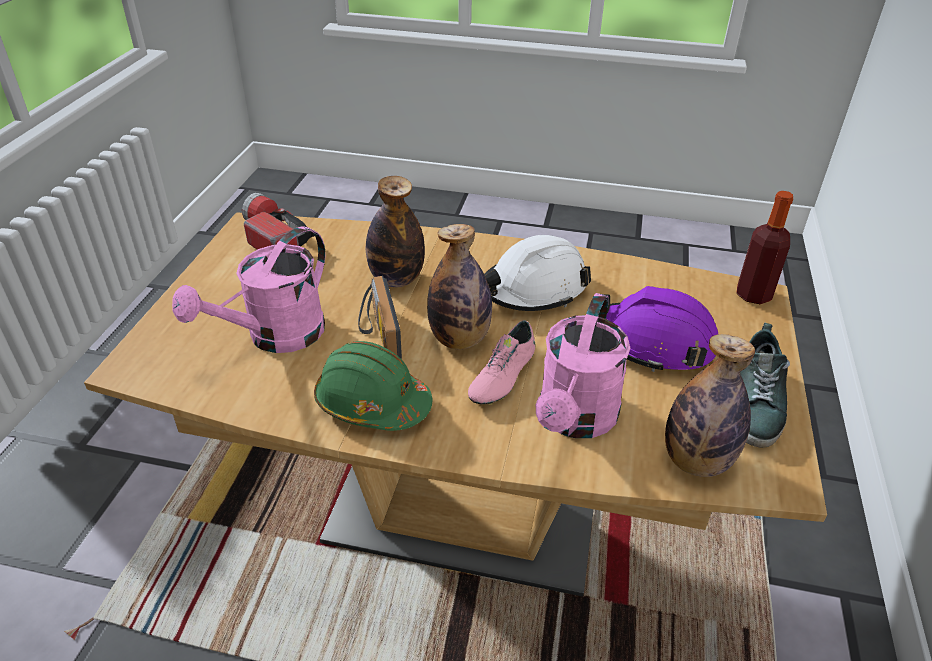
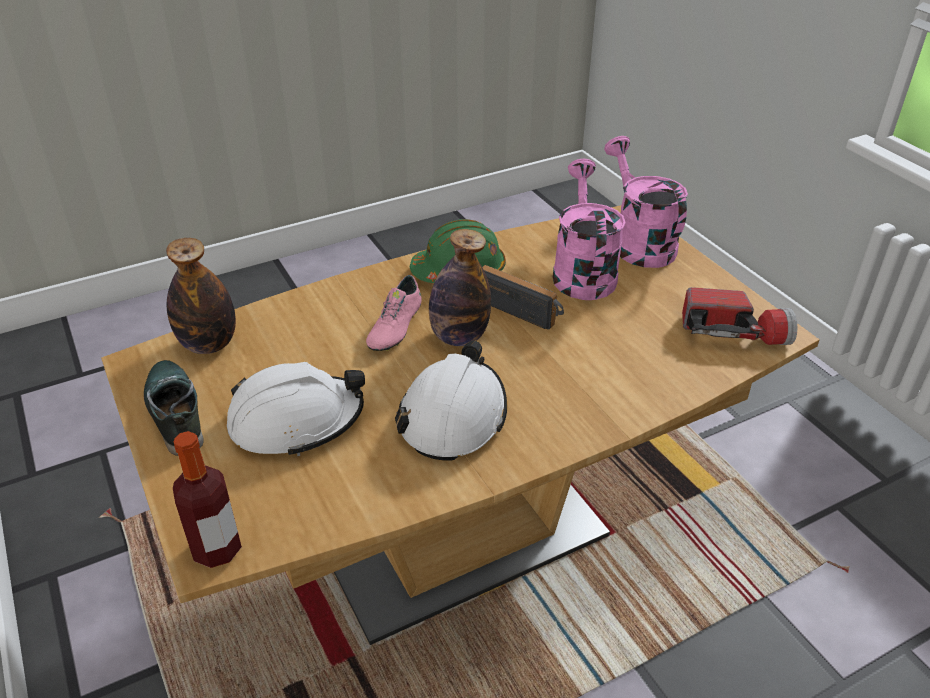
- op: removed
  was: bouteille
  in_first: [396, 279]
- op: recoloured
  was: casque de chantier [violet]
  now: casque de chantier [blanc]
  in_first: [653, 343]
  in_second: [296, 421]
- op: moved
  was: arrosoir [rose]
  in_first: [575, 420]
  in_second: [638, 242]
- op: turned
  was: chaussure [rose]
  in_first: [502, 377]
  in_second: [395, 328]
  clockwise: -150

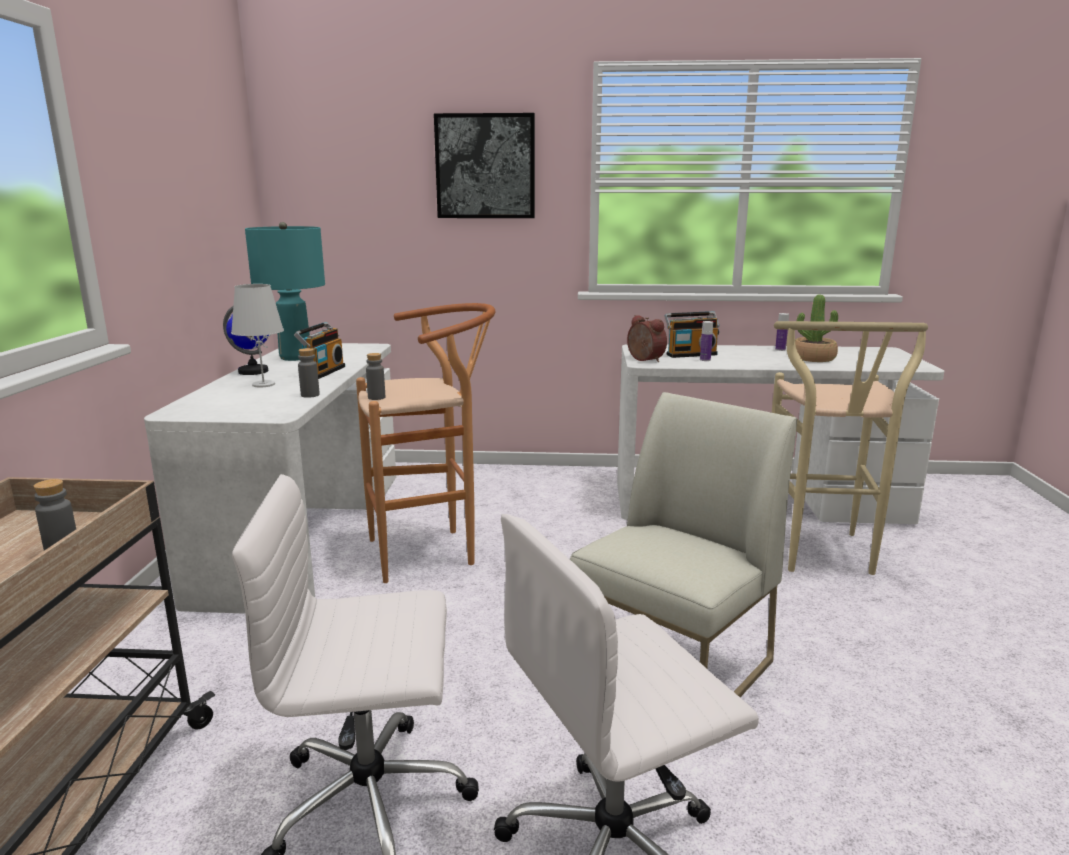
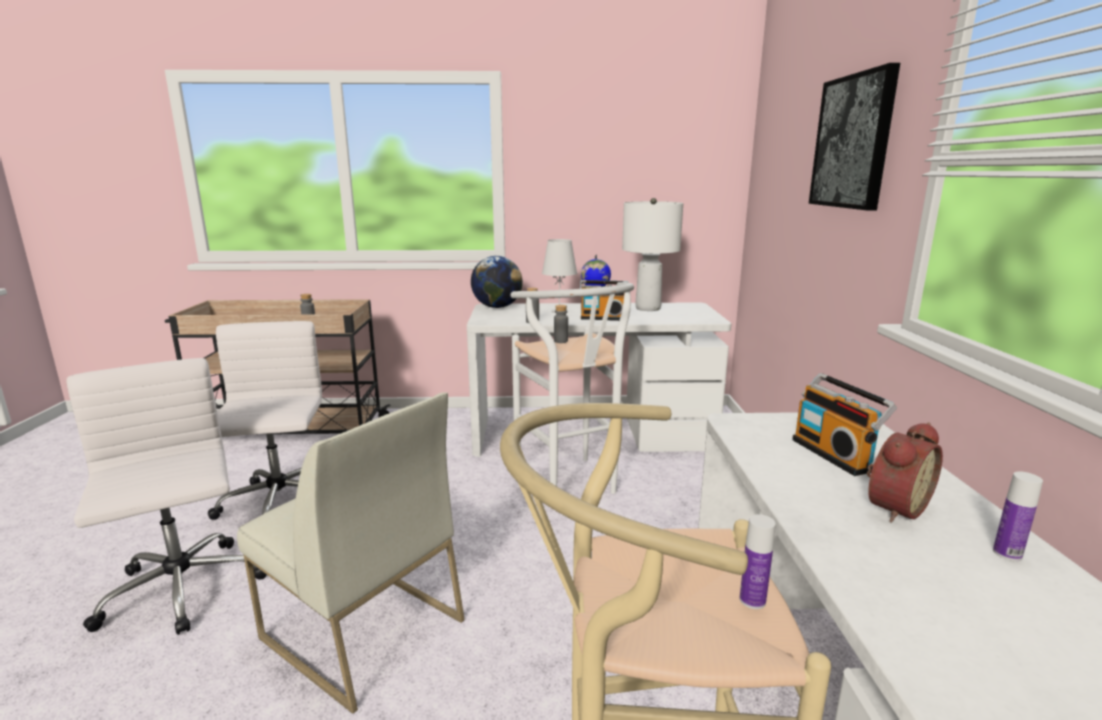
- op: recoloured
  was: lampe de table [turquoise]
  now: lampe de table [blanc]
  in_first: [296, 357]
  in_second: [648, 308]
- op: removed
  was: plante en pot
  in_first: [813, 358]
- op: recoloured
  was: tabouret [marron]
  now: tabouret [blanc]
  in_first: [432, 552]
  in_second: [571, 487]
- op: moved
  was: réveil
  in_first: [644, 360]
  in_second: [893, 507]
- op: moved
  was: bouteille
  in_first: [705, 360]
  in_second: [752, 600]
- op: added
  now: globe
  in_second: [497, 307]

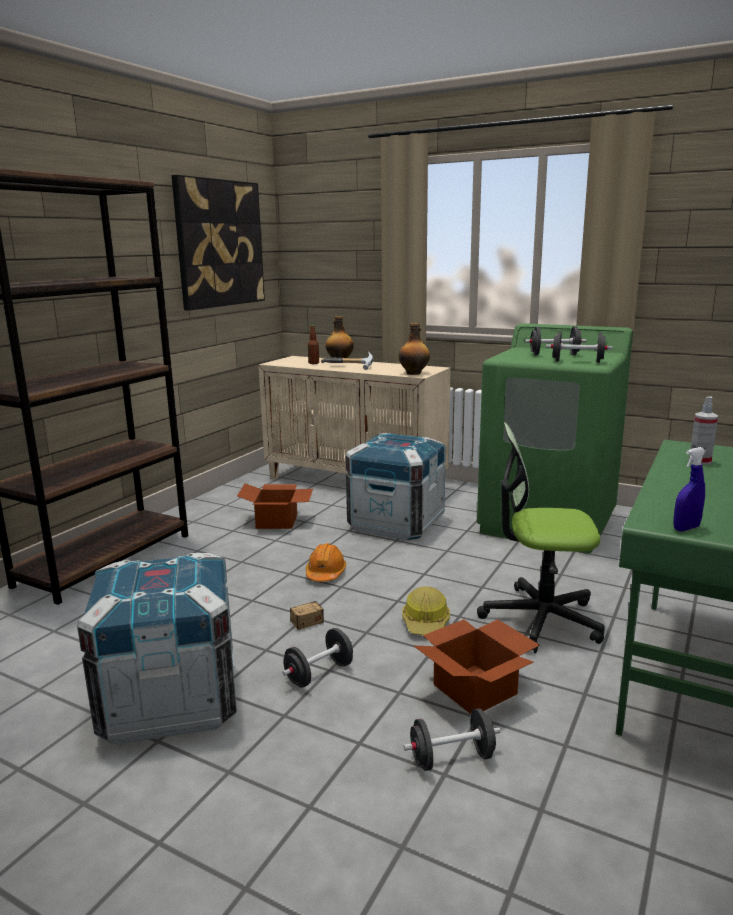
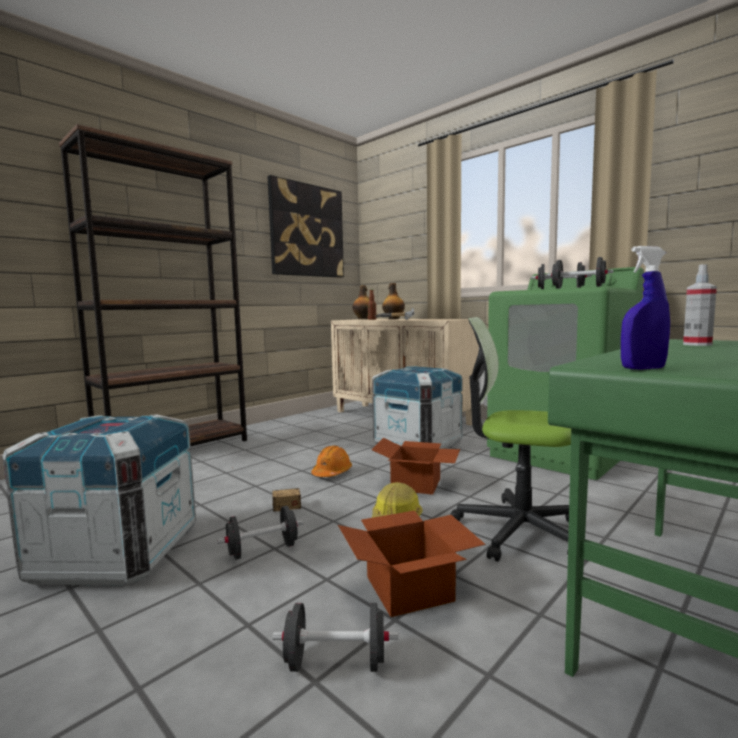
- op: moved
  was: bouteille
  in_first: [414, 373]
  in_second: [363, 319]
- op: moved
  was: carton
  in_first: [278, 521]
  in_second: [417, 484]

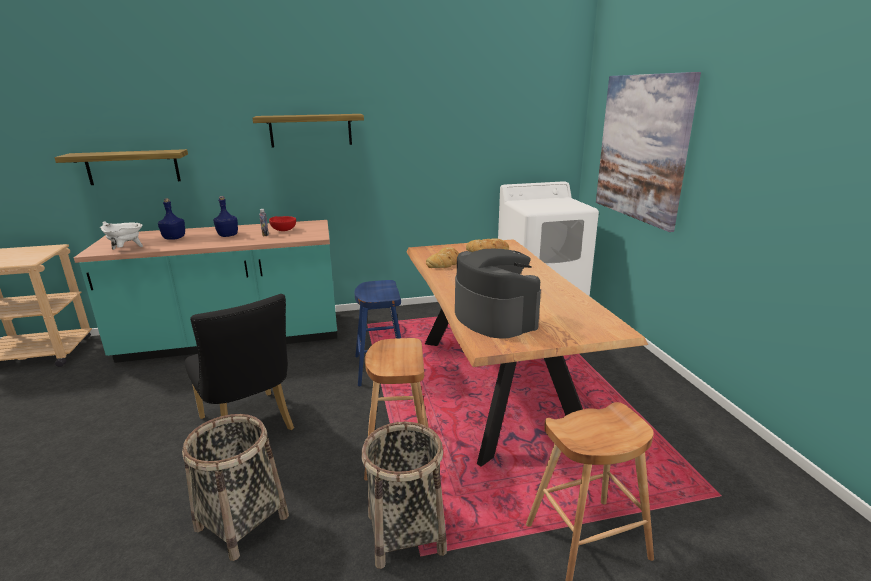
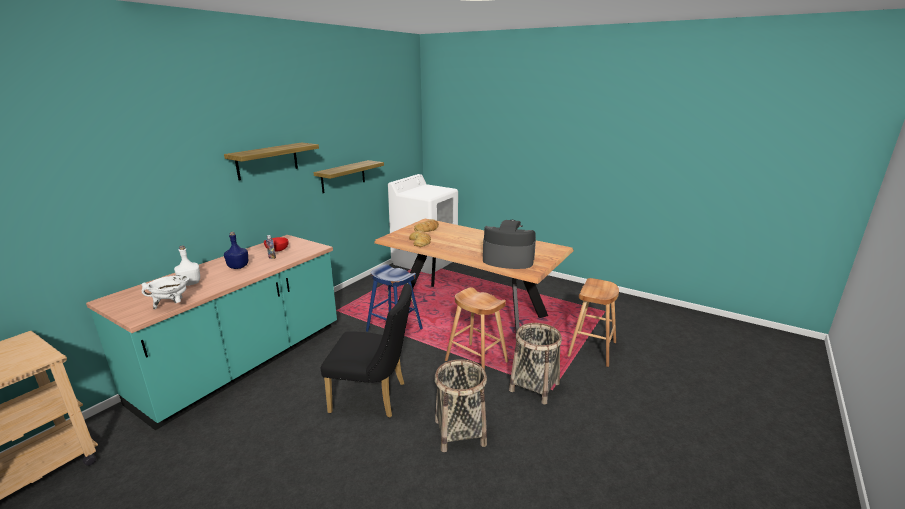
- op: removed
  was: tableau
  in_first: [641, 148]
- op: moved
  was: étagère
  in_first: [133, 167]
  in_second: [343, 176]
- op: recoloured
  was: bouteille [bleu]
  now: bouteille [blanc]
  in_first: [174, 238]
  in_second: [190, 283]

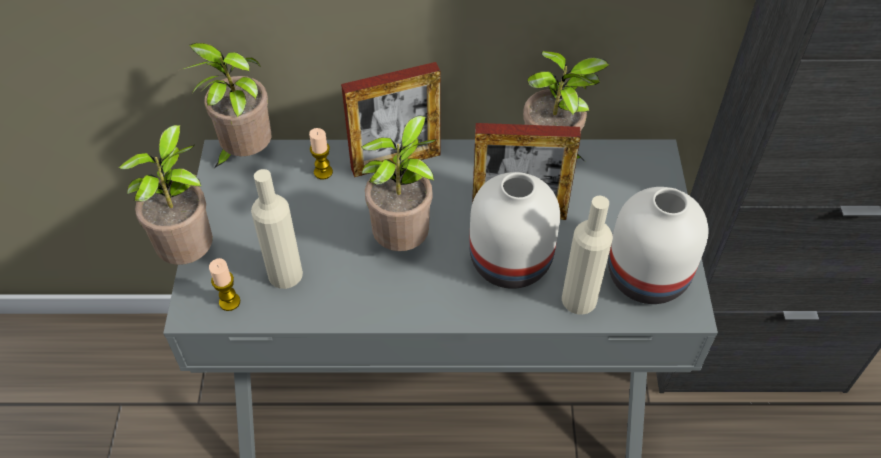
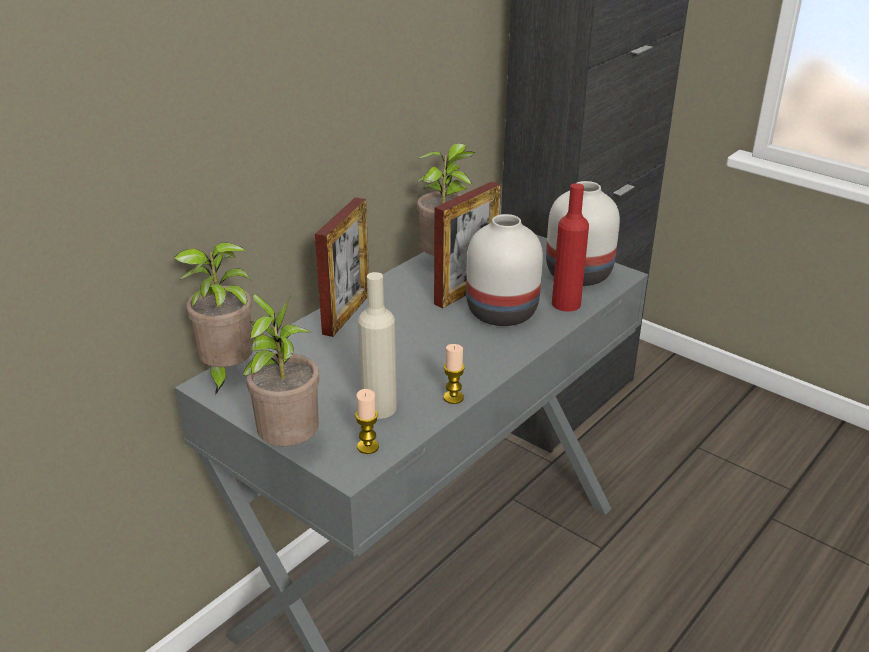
- op: removed
  was: plante en pot
  in_first: [404, 241]
- op: moved
  was: bougie
  in_first: [323, 172]
  in_second: [453, 397]
- op: recoloured
  was: bouteille [beige]
  now: bouteille [rouge]
  in_first: [579, 299]
  in_second: [566, 303]

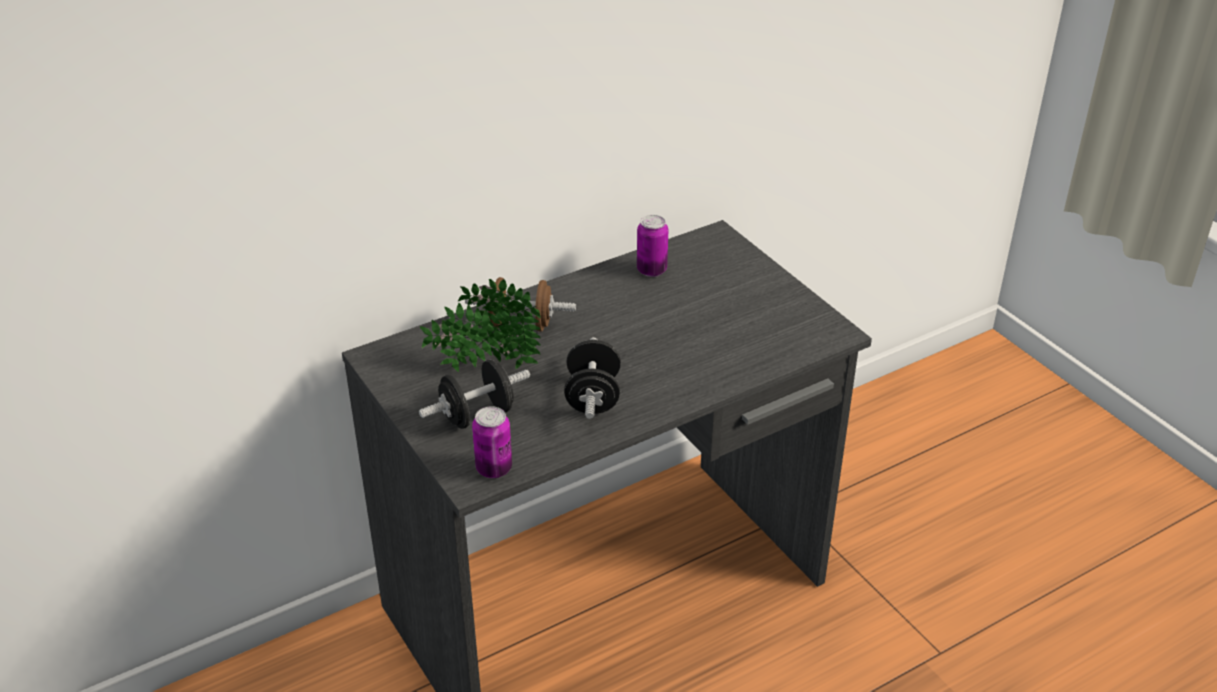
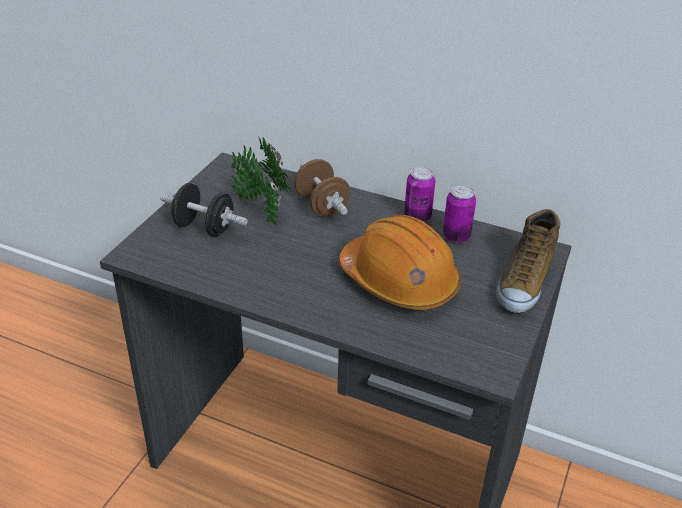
- op: removed
  was: haltère [noir]
  in_first: [593, 397]
- op: moved
  was: boîte métallique
  in_first: [494, 469]
  in_second: [417, 217]
- op: added
  now: chaussure
  in_second: [523, 281]
- op: added
  now: casque de chantier [orange]
  in_second: [399, 281]

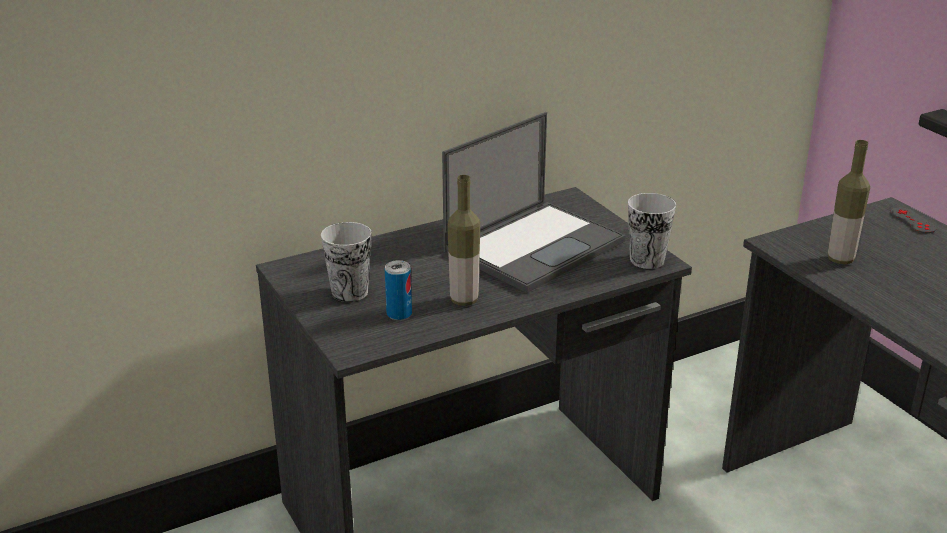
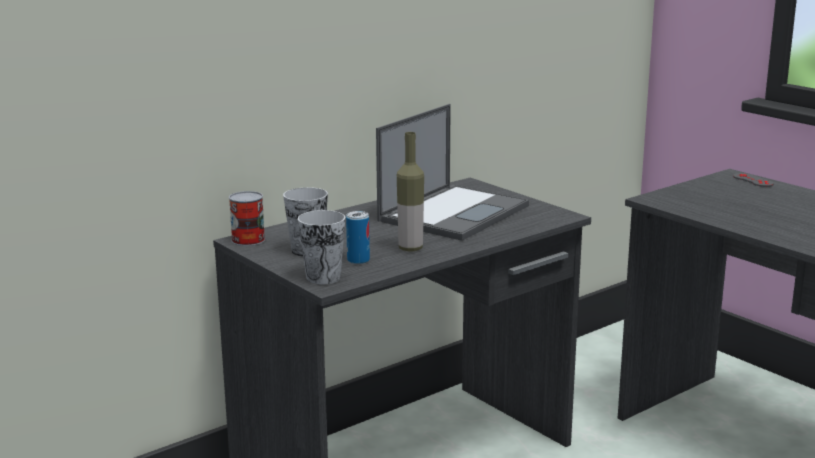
- op: removed
  was: bouteille
  in_first: [840, 259]
- op: moved
  was: tasse
  in_first: [647, 260]
  in_second: [323, 278]
- op: added
  now: boîte métallique
  in_second: [248, 240]

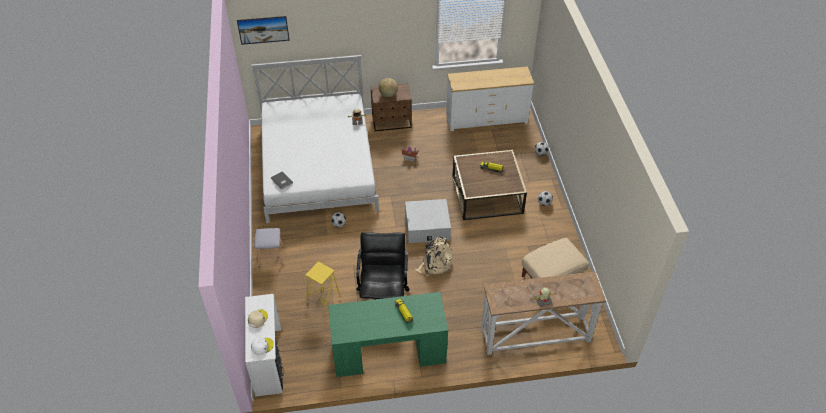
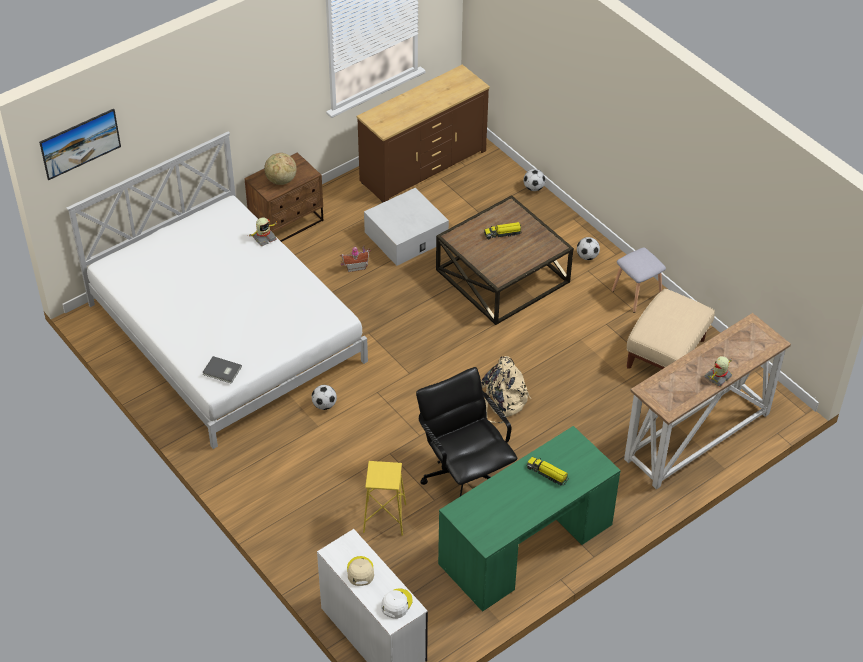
- op: recoloured
  was: commode [blanc]
  now: commode [marron]
  in_first: [486, 119]
  in_second: [423, 166]
- op: moved
  was: boîte de rangement [blanc]
  in_first: [427, 227]
  in_second: [406, 236]
- op: moved
  was: tabouret [gris]
  in_first: [271, 256]
  in_second: [637, 294]

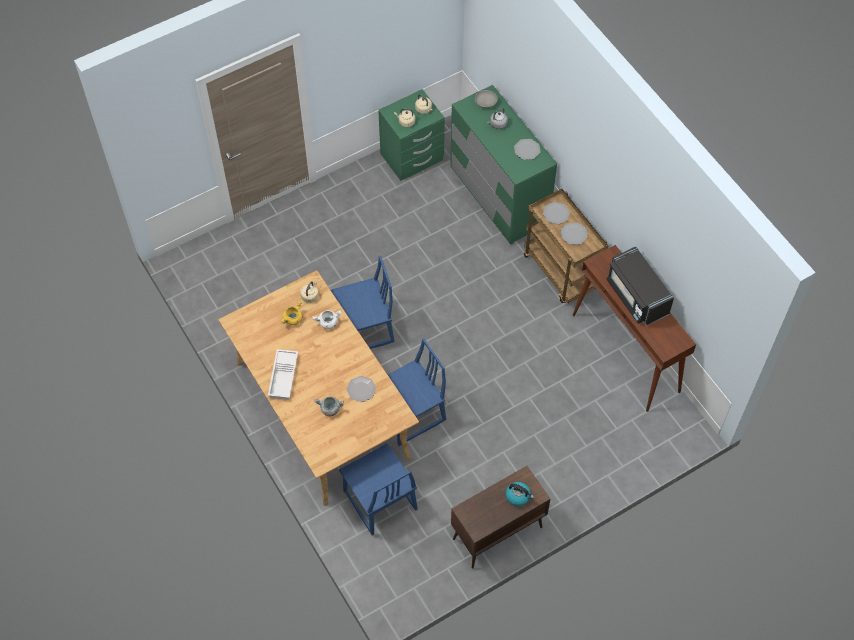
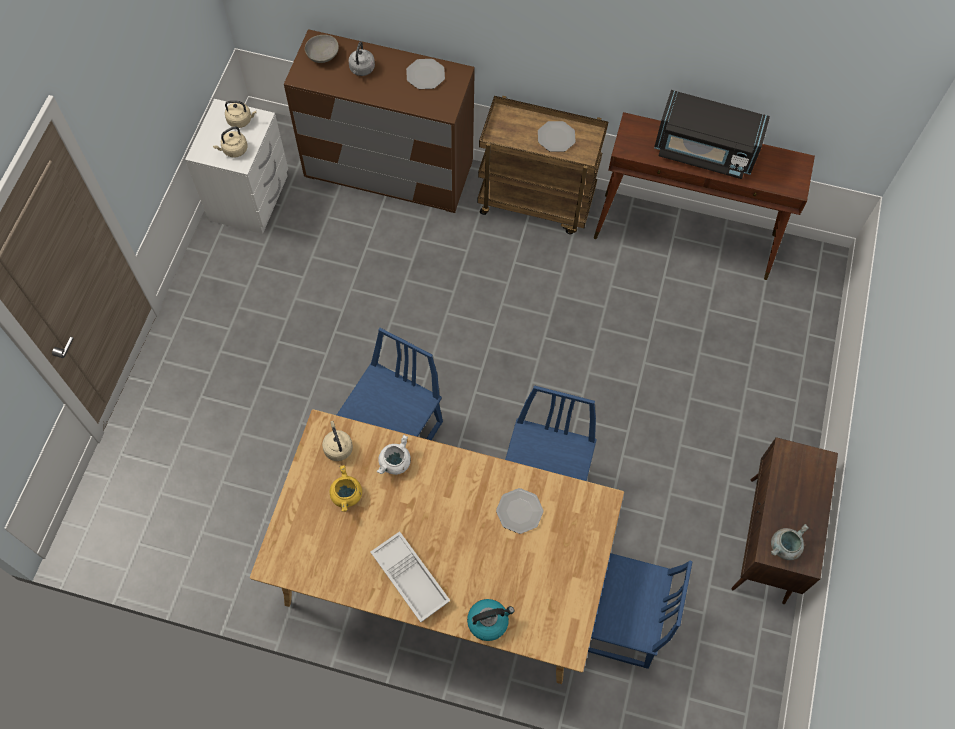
- op: recoloured
  was: commode [vert]
  now: commode [marron]
  in_first: [499, 196]
  in_second: [389, 170]
- op: recoloured
  was: table de chevet [vert]
  now: table de chevet [blanc]
  in_first: [412, 158]
  in_second: [250, 198]
- op: removed
  was: assiette
  in_first: [556, 213]
- op: moved
  was: marmite [gris]
  in_first: [330, 409]
  in_second: [784, 547]
- op: moved
  was: bouilloire
  in_first: [518, 496]
  in_second: [488, 621]

